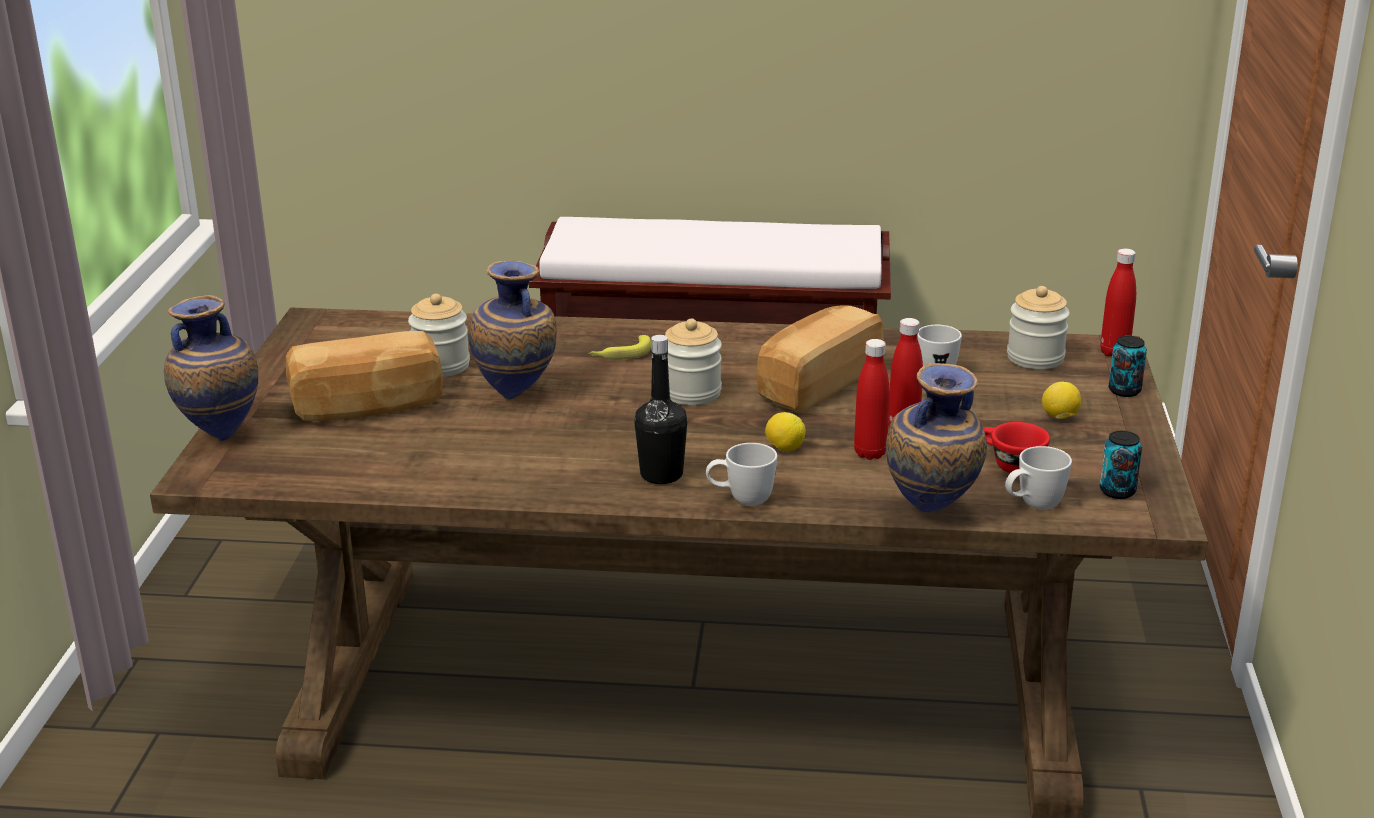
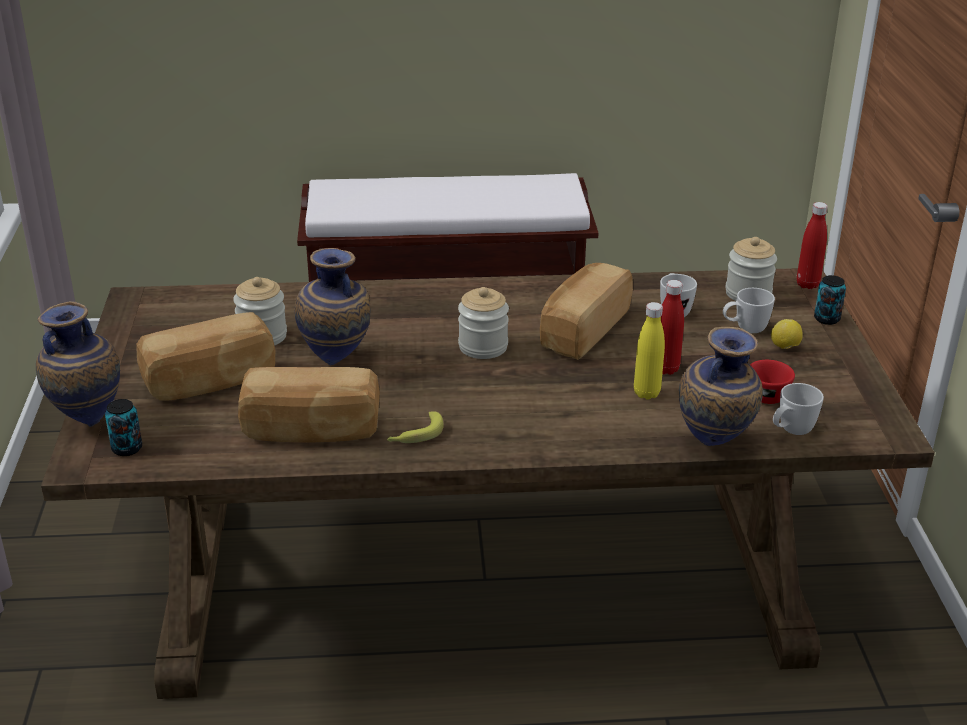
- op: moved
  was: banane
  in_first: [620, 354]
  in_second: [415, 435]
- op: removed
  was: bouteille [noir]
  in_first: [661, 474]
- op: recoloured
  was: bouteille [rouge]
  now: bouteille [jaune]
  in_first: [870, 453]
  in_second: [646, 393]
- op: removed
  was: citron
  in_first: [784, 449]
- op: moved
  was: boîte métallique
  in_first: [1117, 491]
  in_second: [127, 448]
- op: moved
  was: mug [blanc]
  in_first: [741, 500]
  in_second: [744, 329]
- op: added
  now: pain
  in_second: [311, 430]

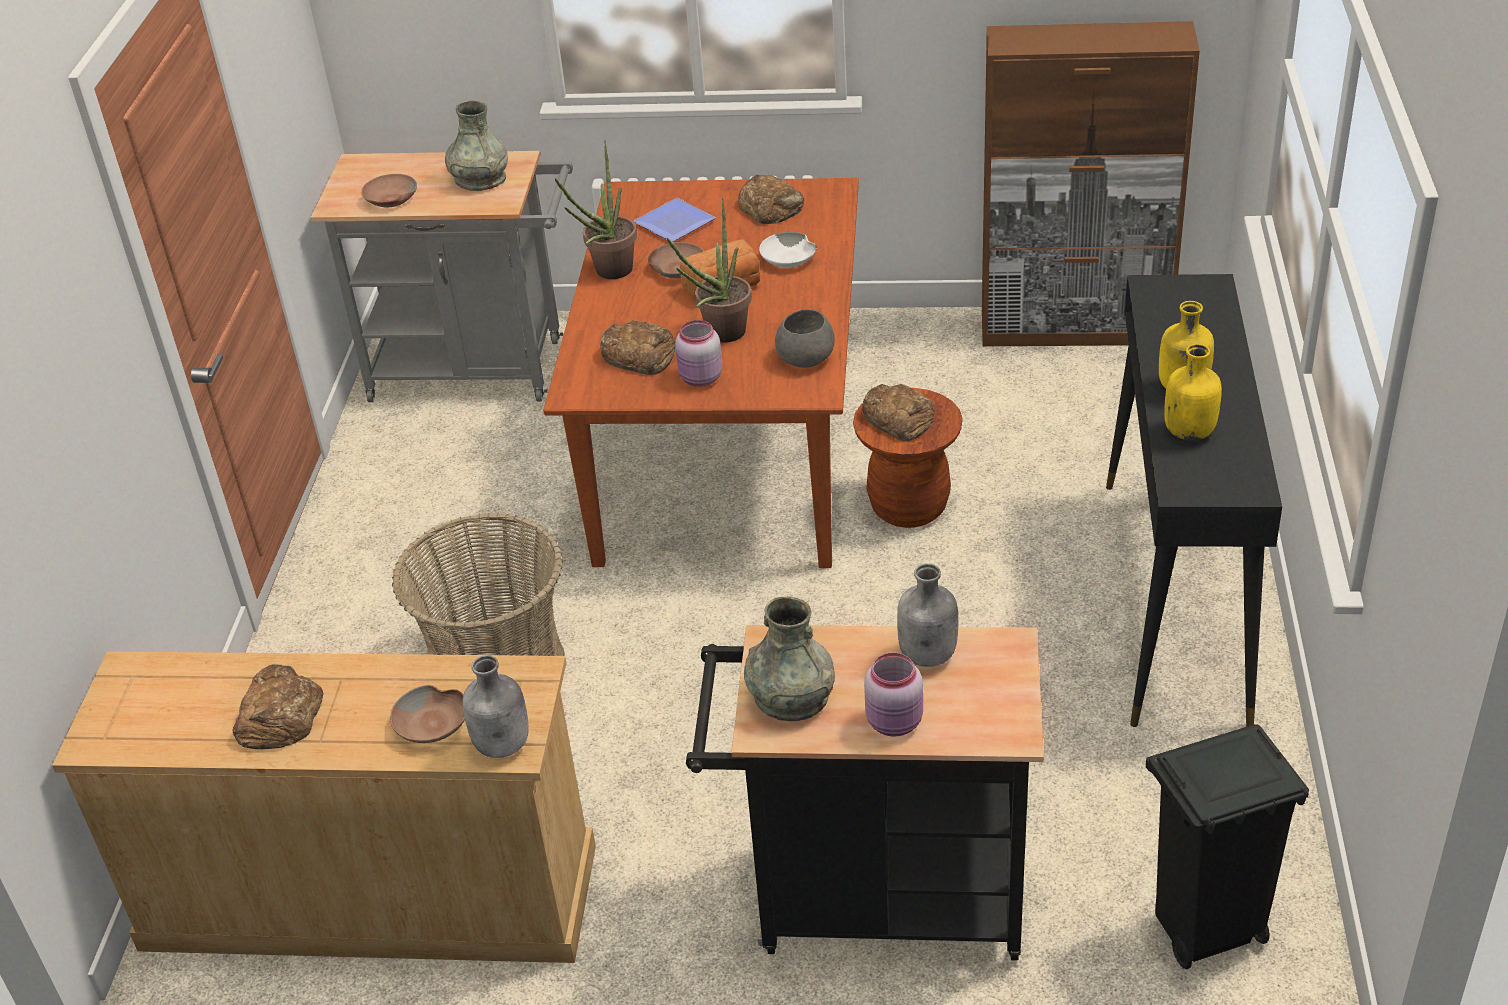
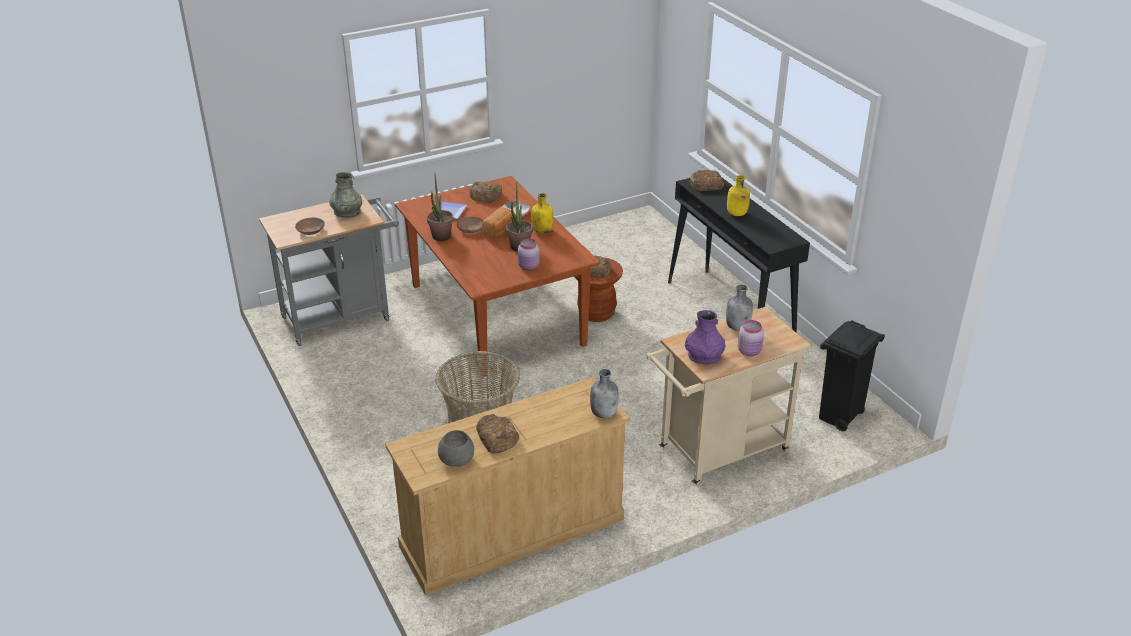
- op: removed
  was: meuble de rangement [marron]
  in_first: [1076, 329]
- op: moved
  was: bol [gris]
  in_first: [806, 357]
  in_second: [456, 459]
- op: moved
  was: pain
  in_first: [639, 355]
  in_second: [705, 184]
- op: moved
  was: bouteille [jaune]
  in_first: [1189, 431]
  in_second: [542, 231]
- op: recoloured
  was: vase [gris]
  now: vase [violet]
  in_first: [791, 697]
  in_second: [704, 356]
- op: recoloured
  was: chariot [noir]
  now: chariot [beige]
  in_first: [873, 900]
  in_second: [716, 453]
- op: removed
  was: bol [marron]
  in_first: [433, 725]

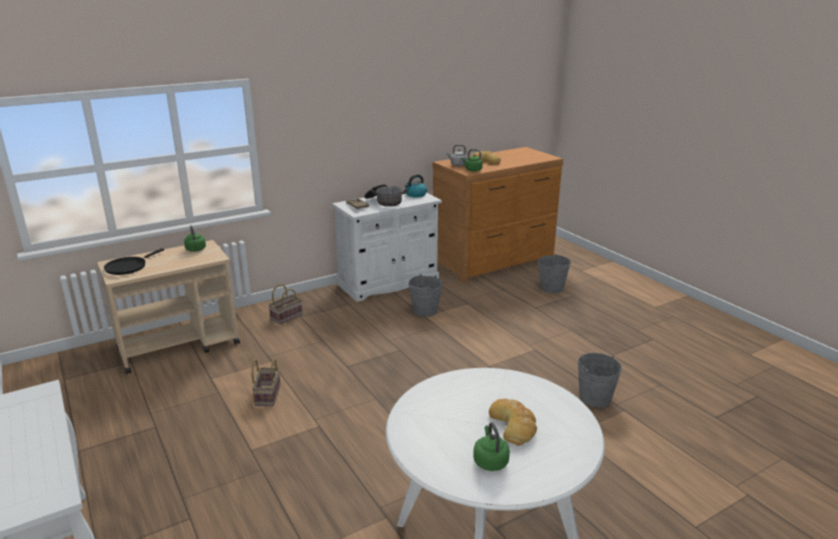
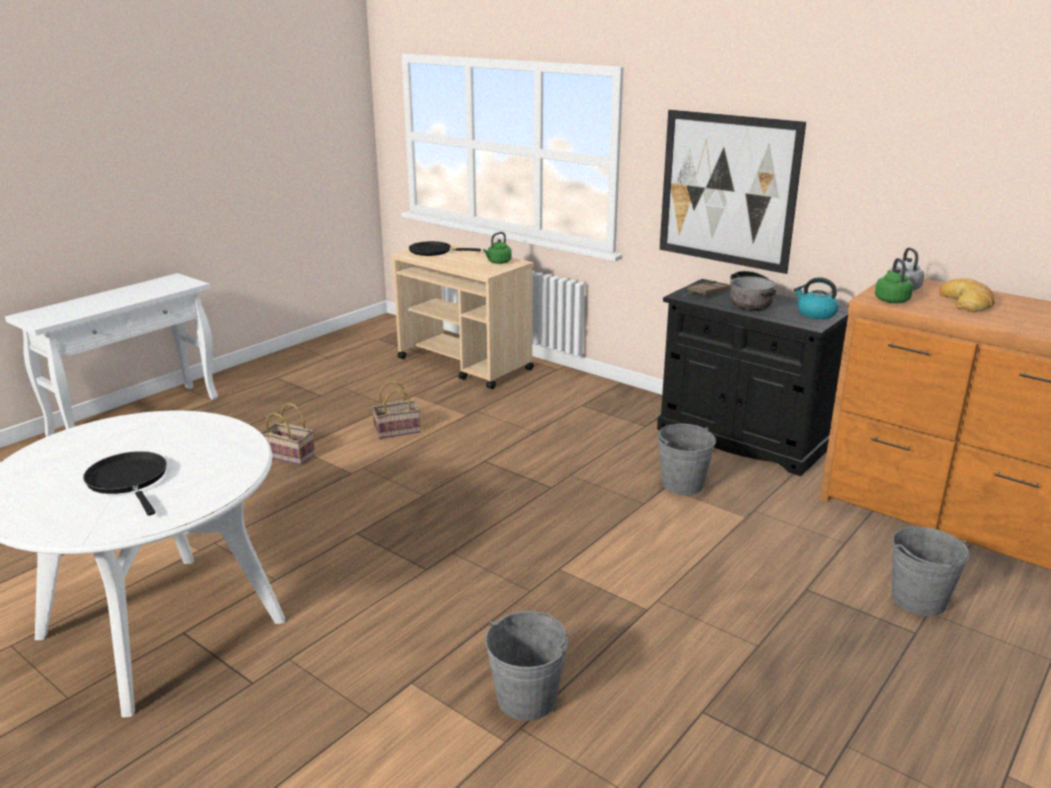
- op: recoloured
  was: meuble de rangement [blanc]
  now: meuble de rangement [noir]
  in_first: [388, 282]
  in_second: [741, 438]
- op: moved
  was: panier
  in_first: [286, 316]
  in_second: [291, 455]
- op: replaced
  was: pain
  now: poêle [noir]
  in_first: [514, 425]
  in_second: [129, 480]
- op: removed
  was: bouilloire [vert]
  in_first: [490, 461]
- op: added
  now: tableau
  in_second: [727, 190]

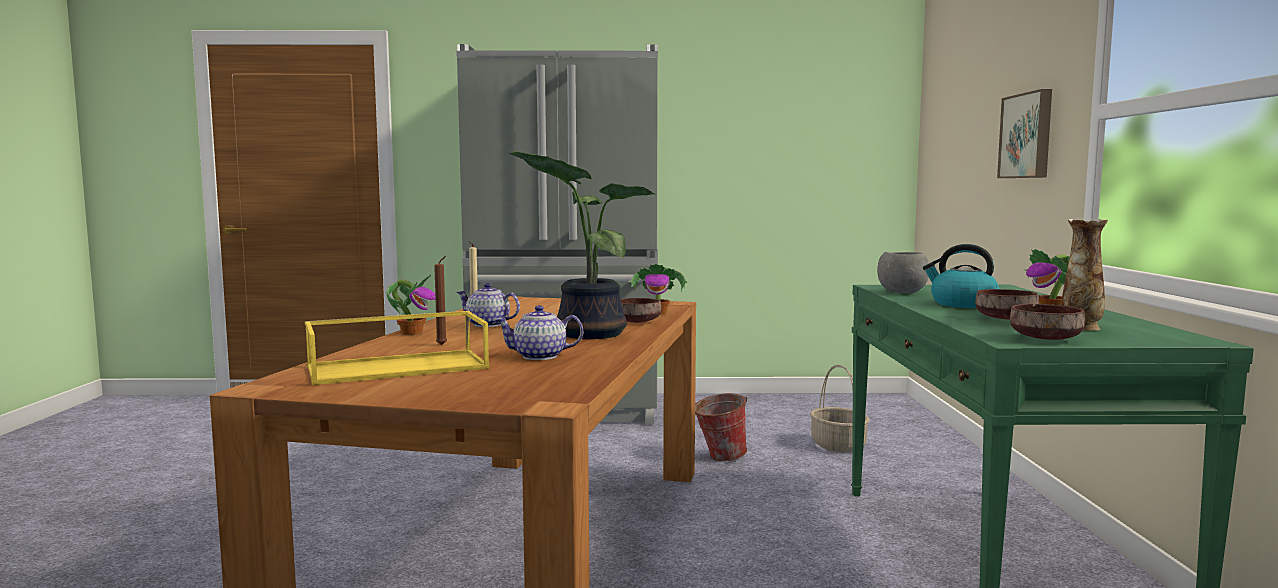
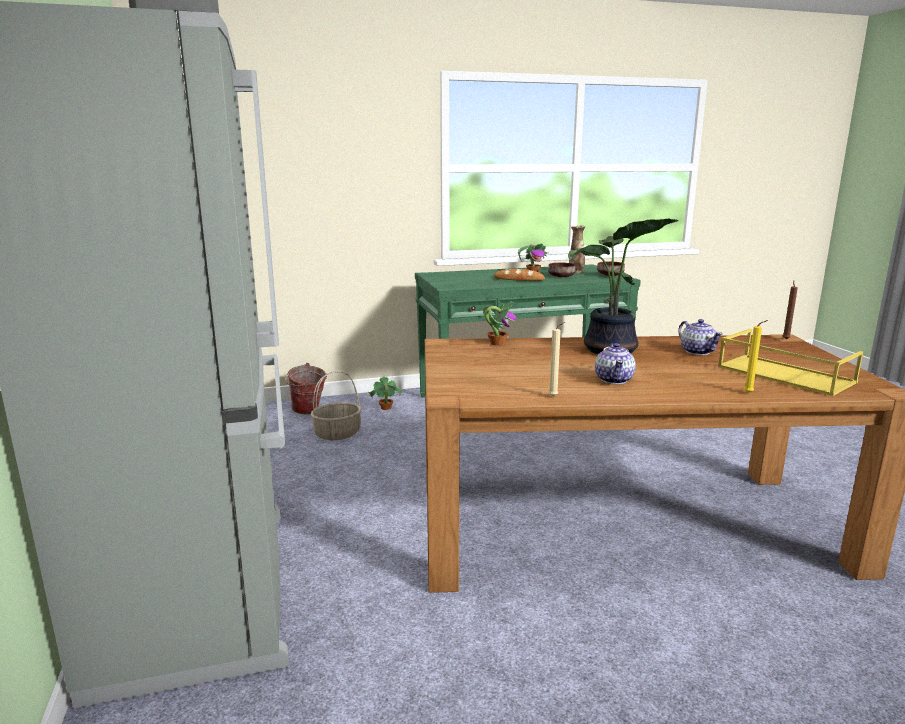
- op: removed
  was: tableau
  in_first: [1028, 136]
- op: replaced
  was: bouilloire
  now: pain
  in_first: [962, 304]
  in_second: [518, 279]
- op: removed
  was: bol [gris]
  in_first: [902, 292]
- op: moved
  was: bougie [marron]
  in_first: [443, 345]
  in_second: [785, 339]
- op: moved
  was: plante en pot
  in_first: [411, 332]
  in_second: [385, 408]
- op: removed
  was: bol [marron]
  in_first: [637, 322]
- op: moved
  was: seau
  in_first: [719, 457]
  in_second: [308, 412]
- op: added
  now: bougie [jaune]
  in_second: [750, 393]

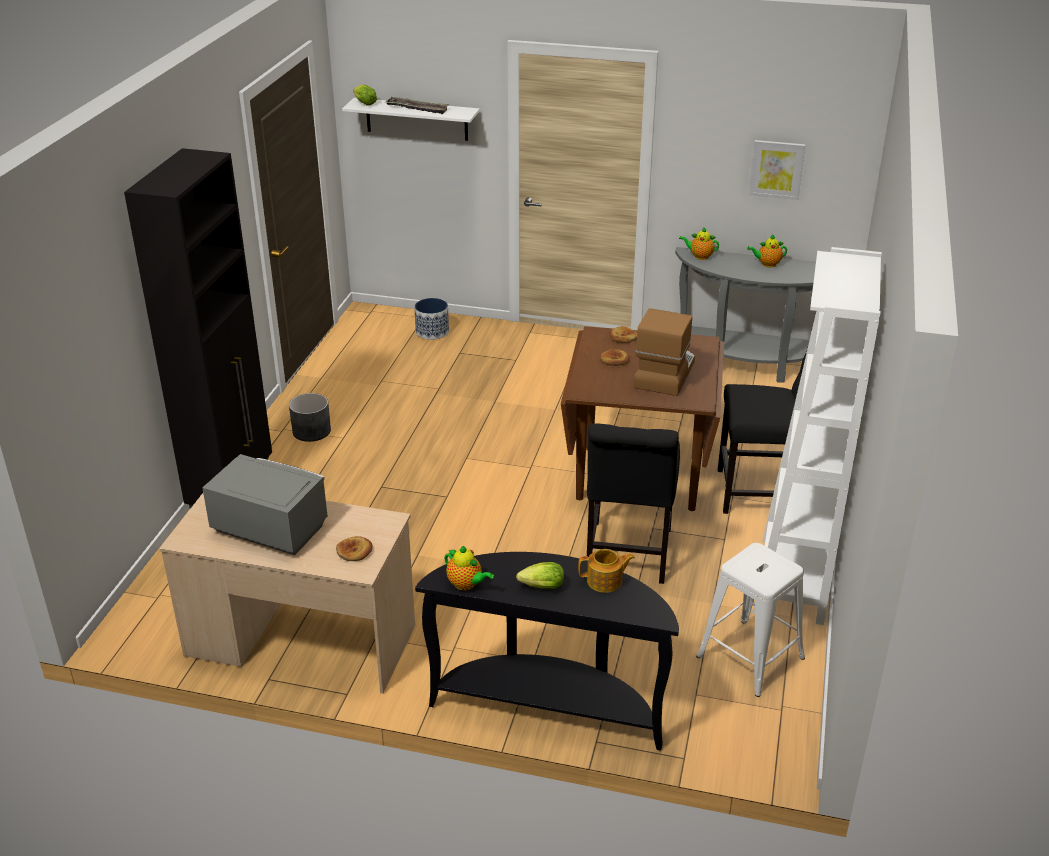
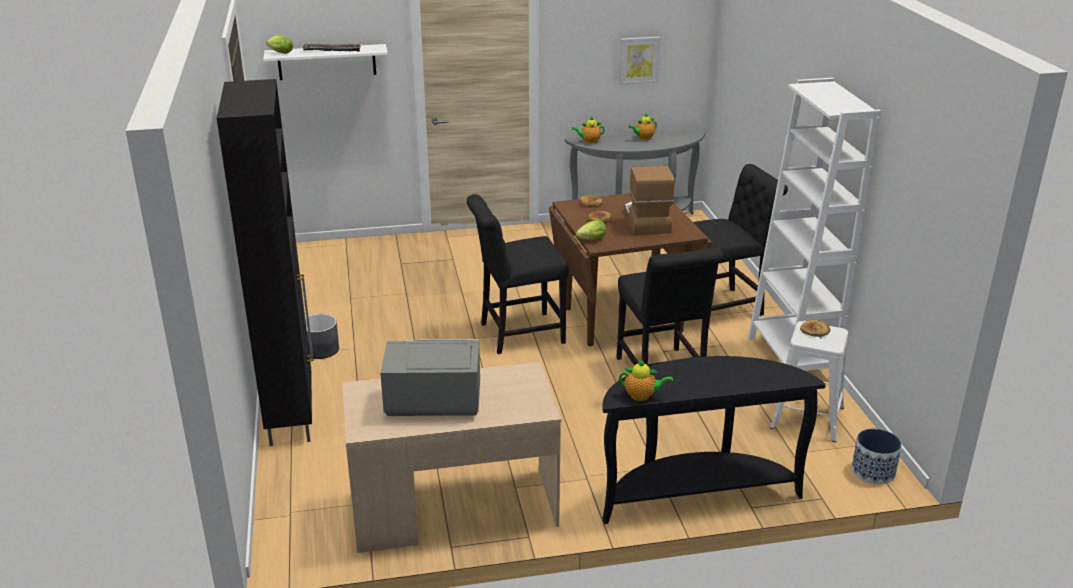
- op: moved
  was: cache-pot
  in_first: [432, 332]
  in_second: [873, 472]
- op: moved
  was: pain
  in_first: [354, 551]
  in_second: [815, 330]
- op: removed
  was: théière
  in_first: [605, 581]
- op: moved
  was: laitue
  in_first: [540, 587]
  in_second: [590, 240]
- op: added
  now: chaise [noir]
  in_second: [517, 334]

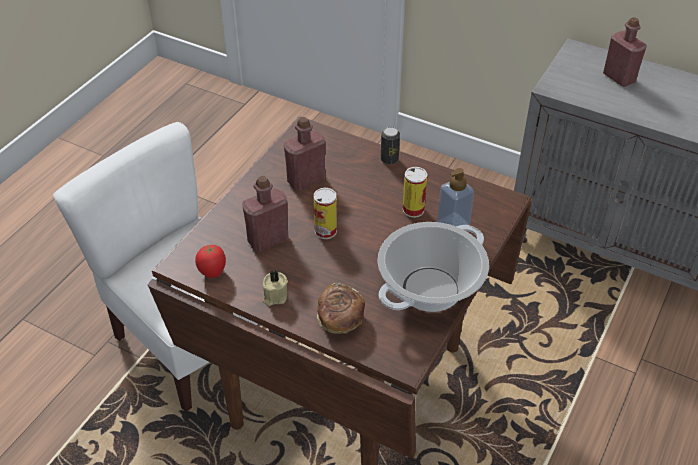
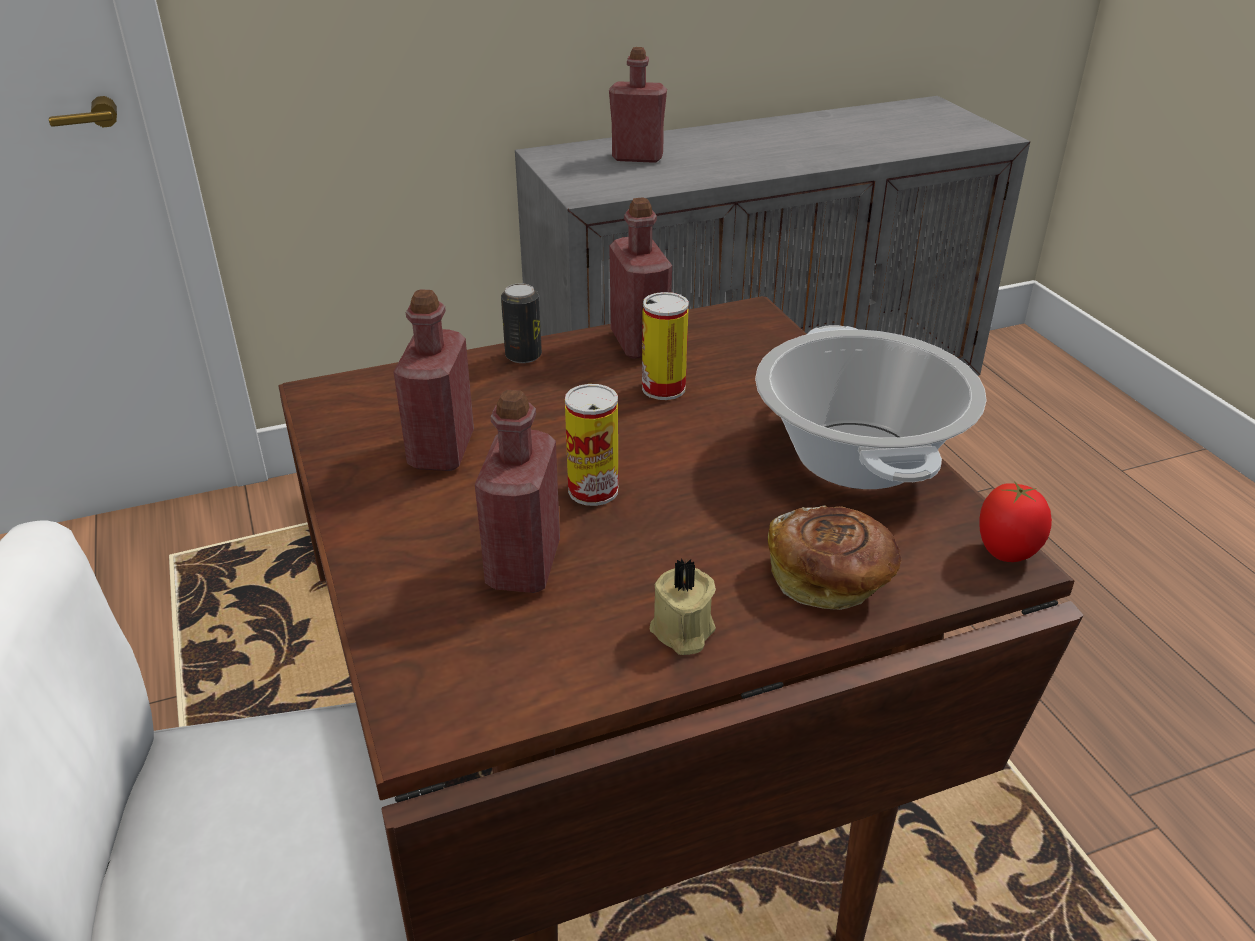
- op: removed
  was: distributeur de savon
  in_first: [453, 223]
- op: moved
  was: tomate
  in_first: [213, 273]
  in_second: [1006, 553]
- op: added
  now: bouteille [rouge]
  in_second: [639, 342]

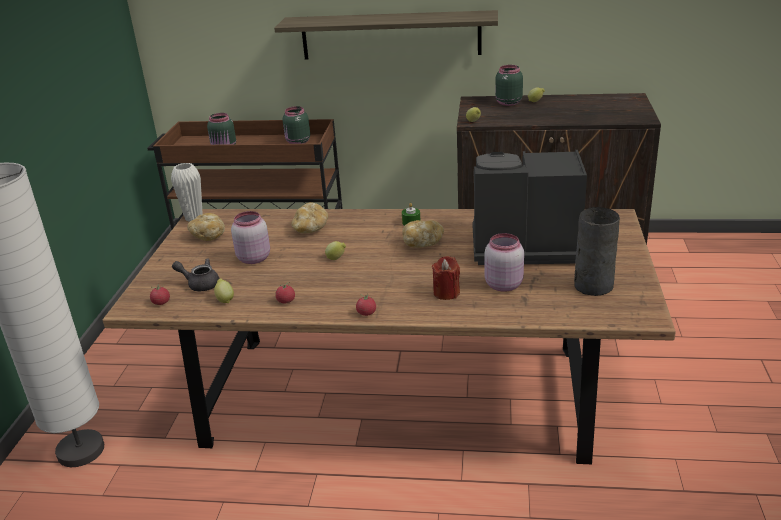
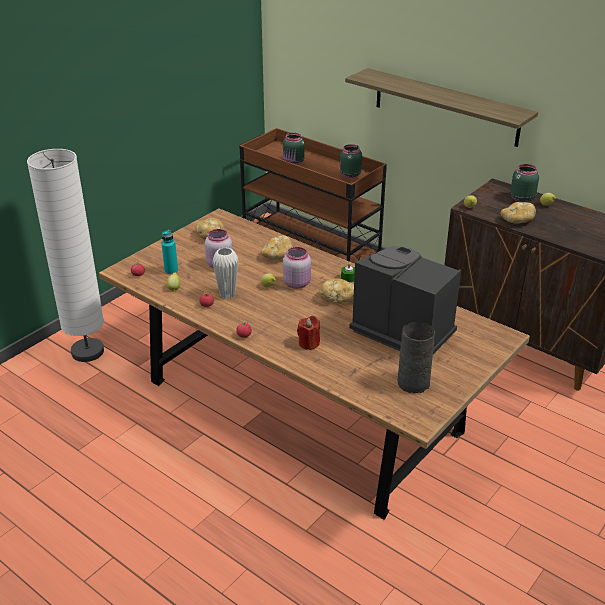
- op: moved
  was: vase [blanc]
  in_first: [194, 218]
  in_second: [227, 294]
- op: moved
  was: bocal [rose]
  in_first: [503, 284]
  in_second: [297, 283]
- op: replaced
  was: théière [gris]
  now: bouteille [turquoise]
  in_first: [200, 284]
  in_second: [171, 270]
- op: added
  now: pain
  in_second: [517, 221]

